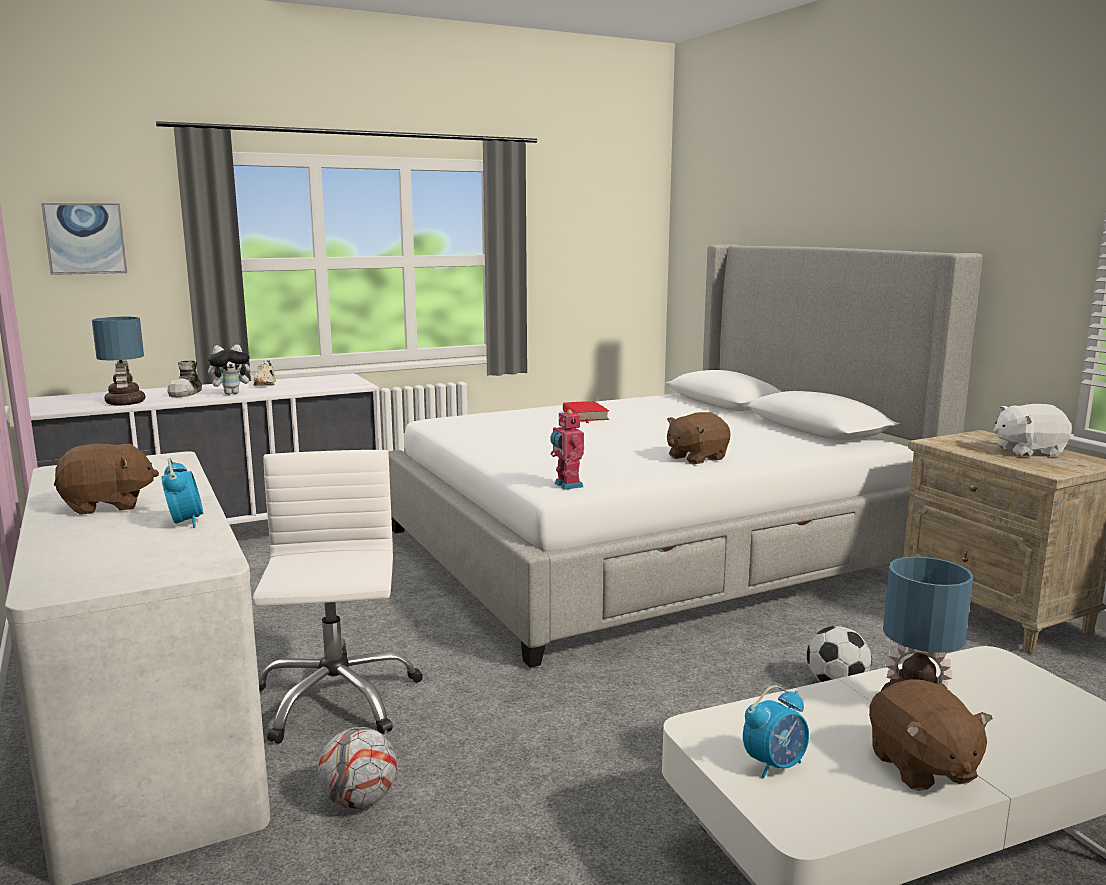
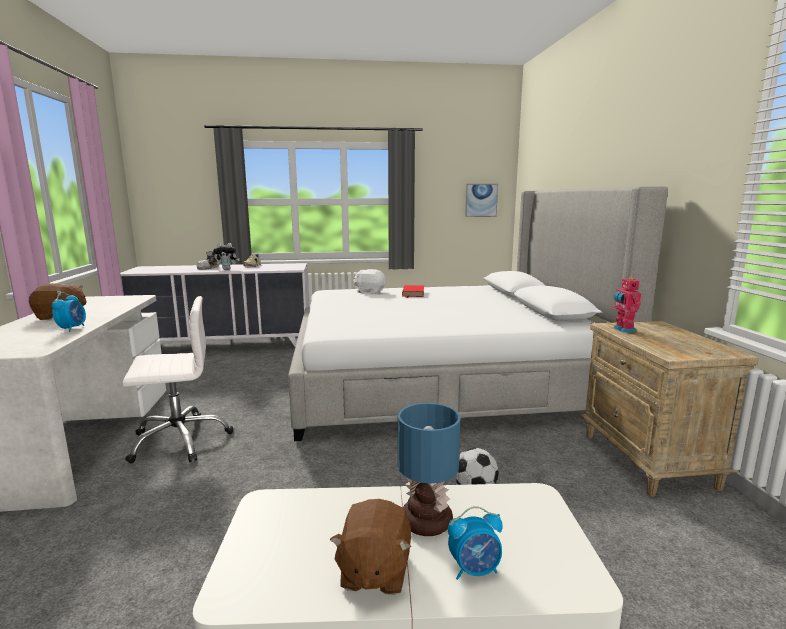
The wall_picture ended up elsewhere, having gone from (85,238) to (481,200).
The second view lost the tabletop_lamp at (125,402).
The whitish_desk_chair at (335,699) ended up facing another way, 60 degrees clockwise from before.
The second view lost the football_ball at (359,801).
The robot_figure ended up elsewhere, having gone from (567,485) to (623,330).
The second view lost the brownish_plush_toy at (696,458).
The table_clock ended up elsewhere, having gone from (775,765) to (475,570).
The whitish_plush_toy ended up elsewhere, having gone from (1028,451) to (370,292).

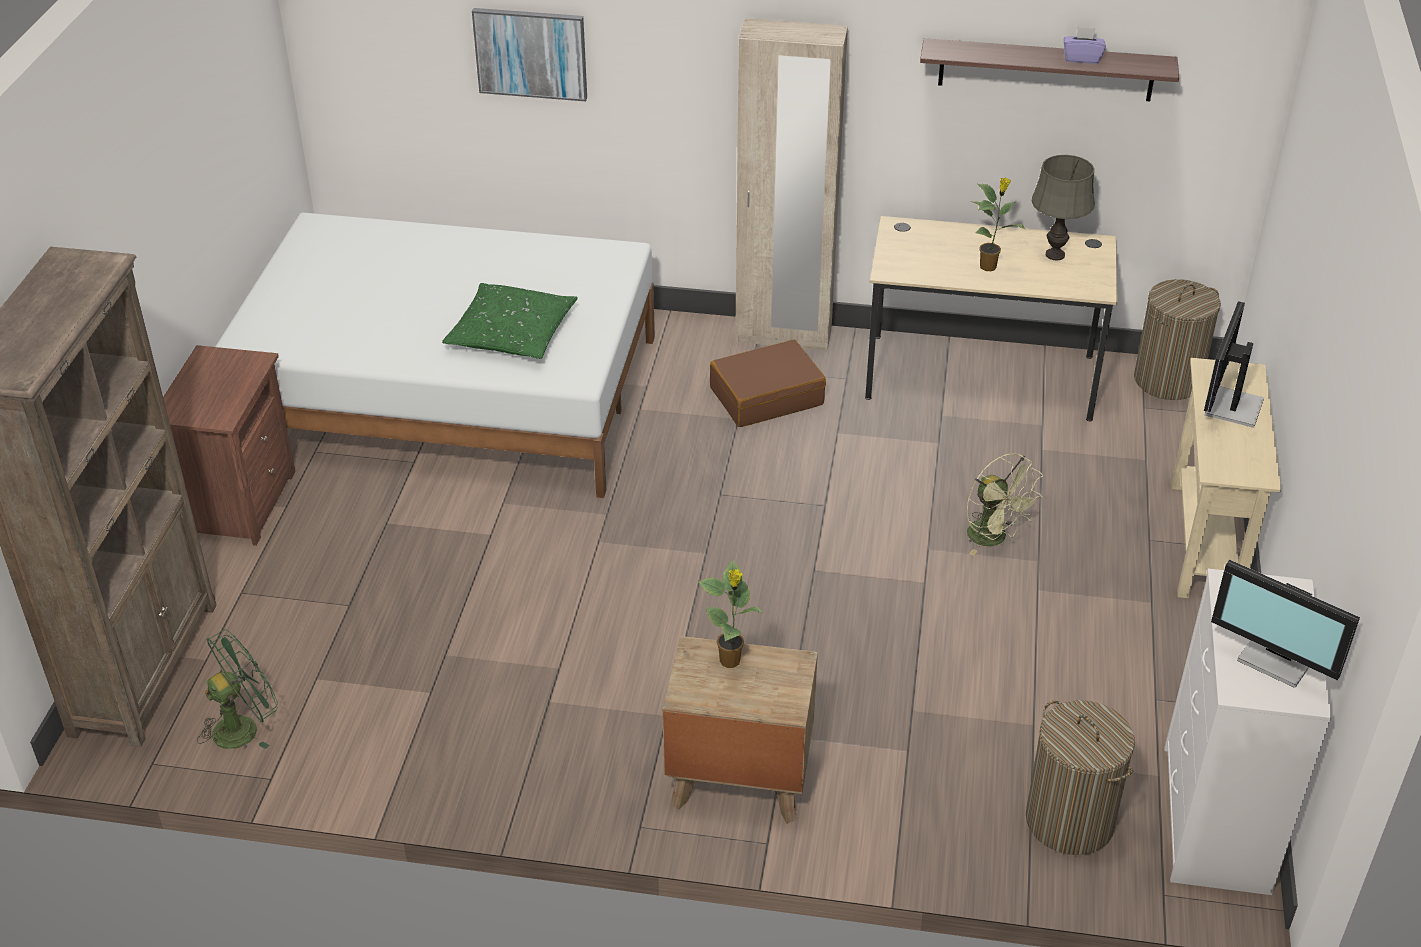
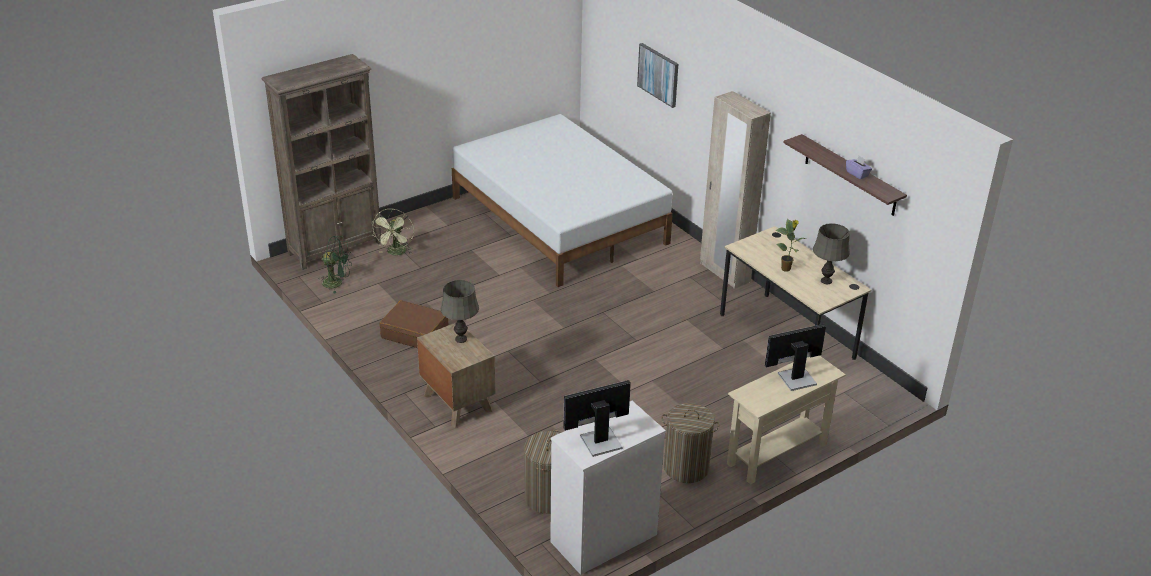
The second view lost the brownish_bedside_table at (240,502).
The second view lost the greenish_throw_pillow at (511,333).
Where the potted_plant stood at (731,661), the gray_tabletop_lamp came to stand at (461,339).
The brownish_suitcase ended up elsewhere, having gone from (766,396) to (415,333).
The greenish_electric_fan ended up elsewhere, having gone from (994,538) to (396,253).
The hamper ended up elsewhere, having gone from (1167,380) to (686,468).
The computer_display at (1278,659) ended up facing another way, 75 degrees clockwise from before.

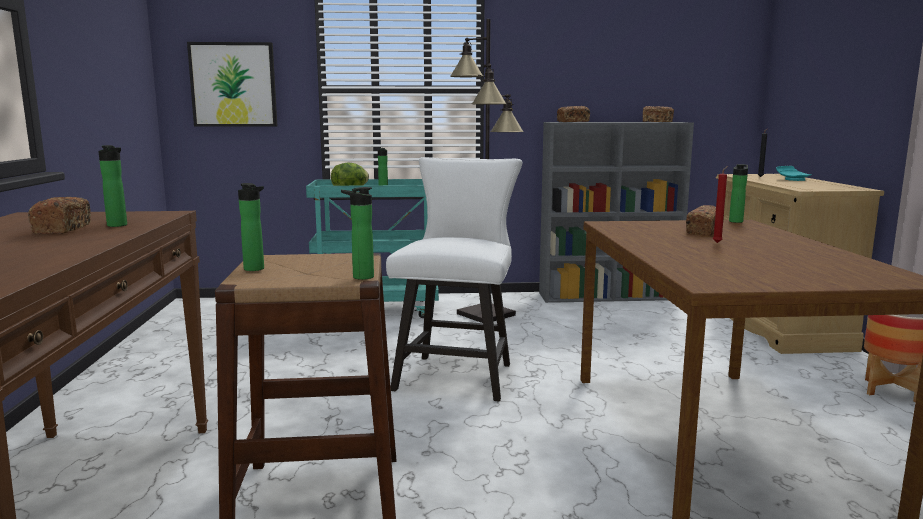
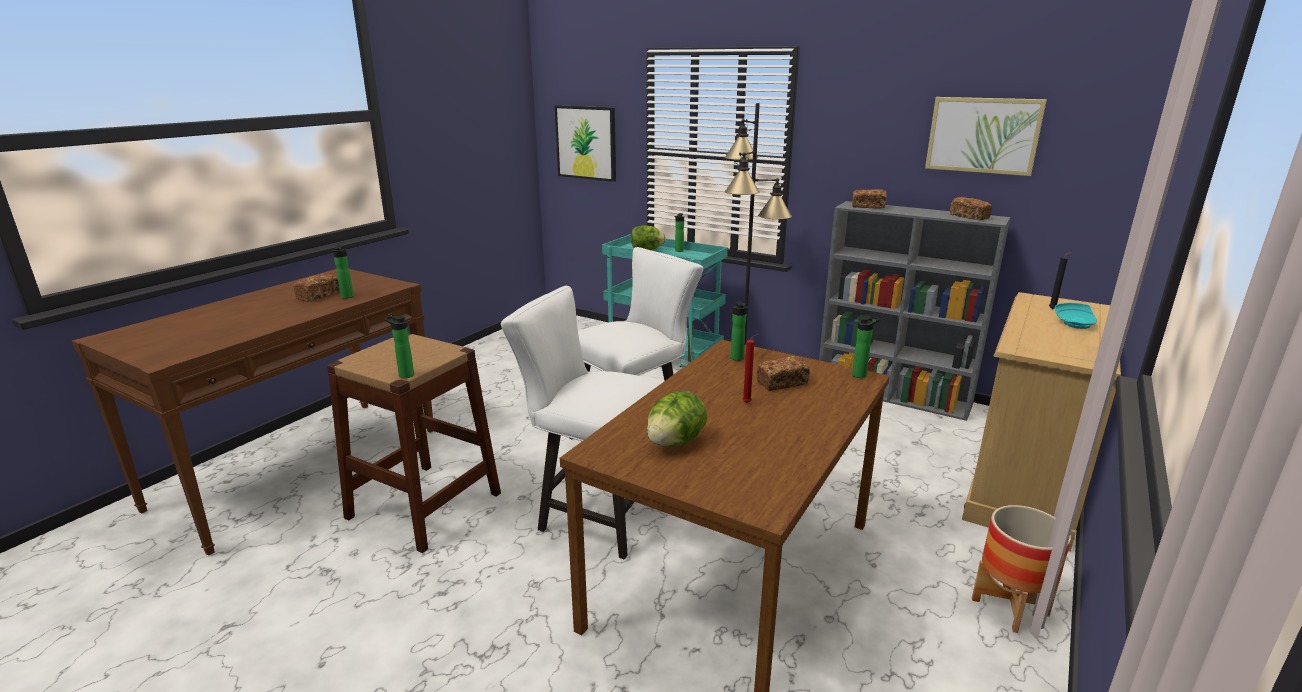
The bottle ended up elsewhere, having gone from (255,269) to (738,359).
The second view gained the whitish_chair at (595,512).
The second view gained the head_of_lettuce at (675,442).
The second view gained the wall_picture at (983,135).

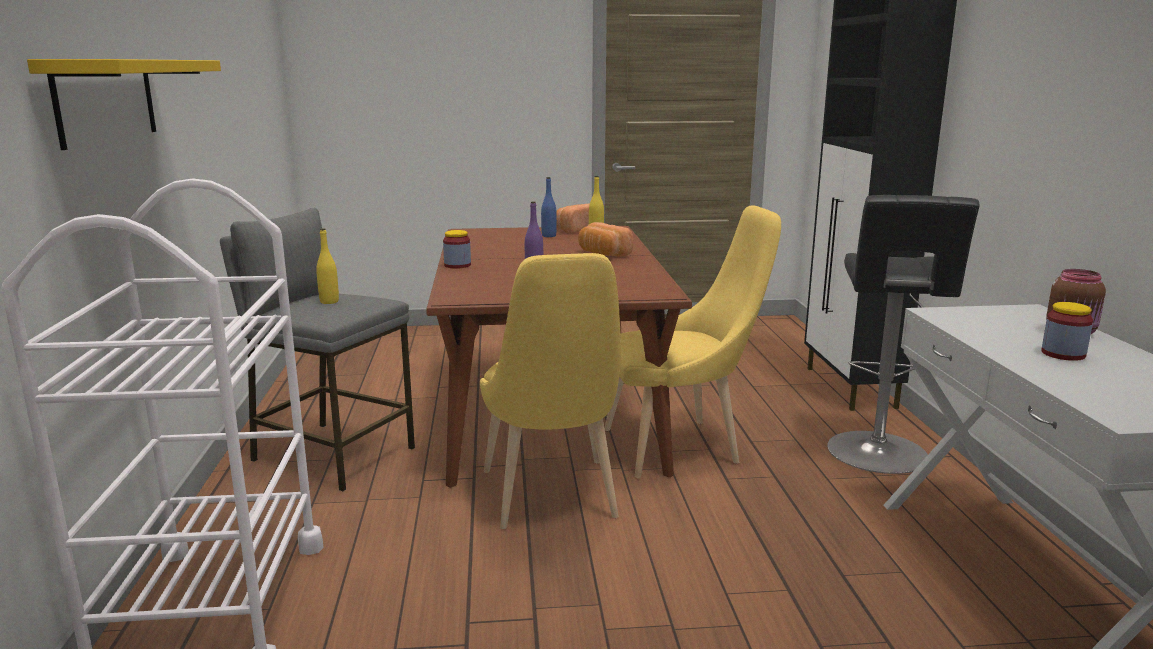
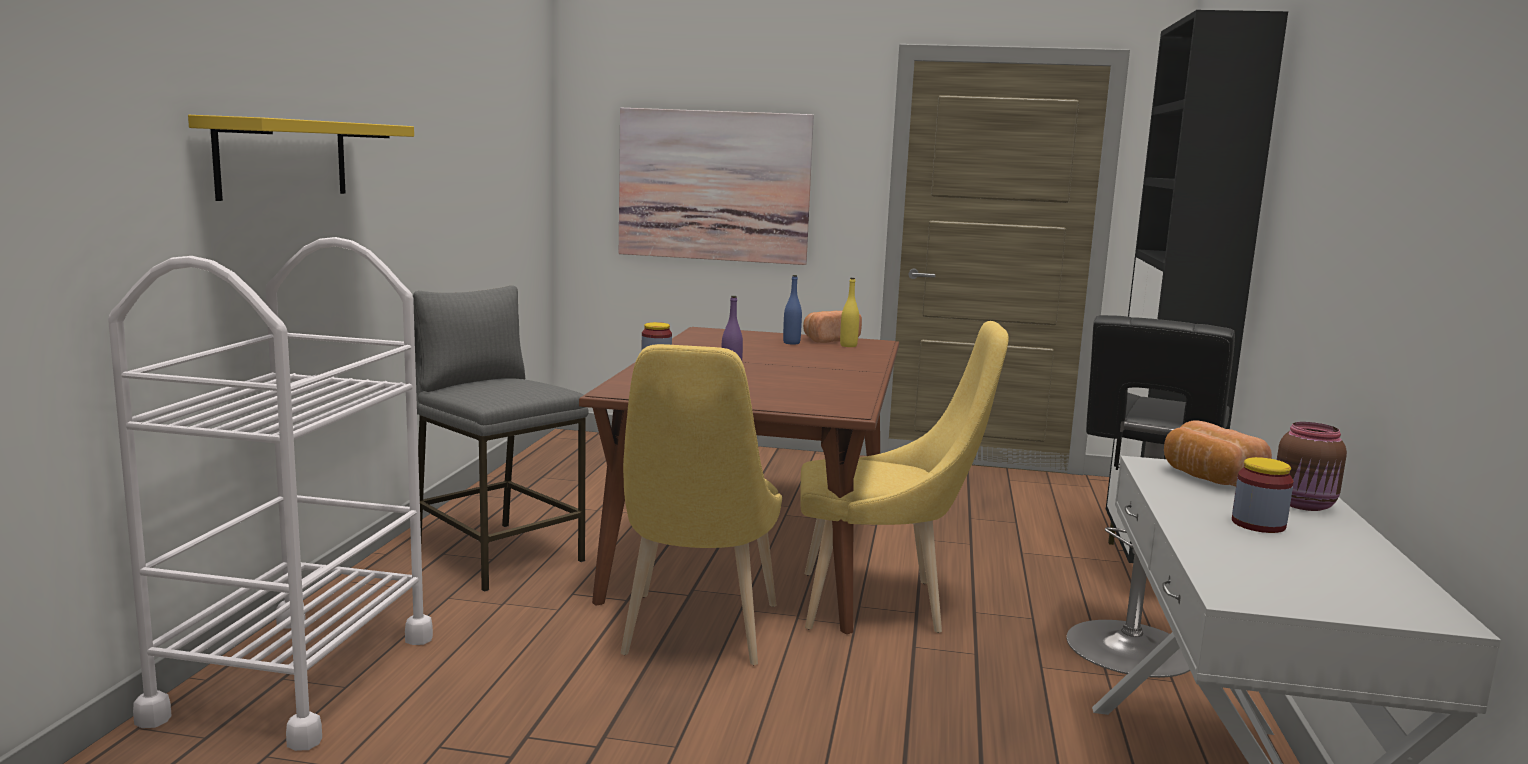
The second view lost the yellow-coloured_bottle at (329,301).
The bakery_bread ended up elsewhere, having gone from (602,254) to (1207,478).
The second view gained the wall_picture at (714,186).

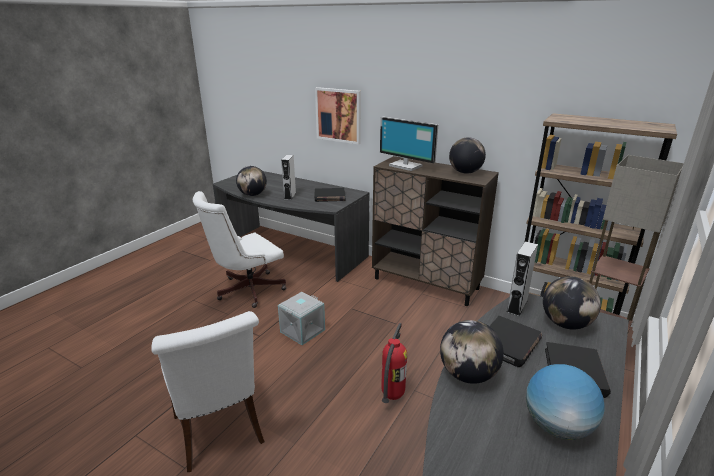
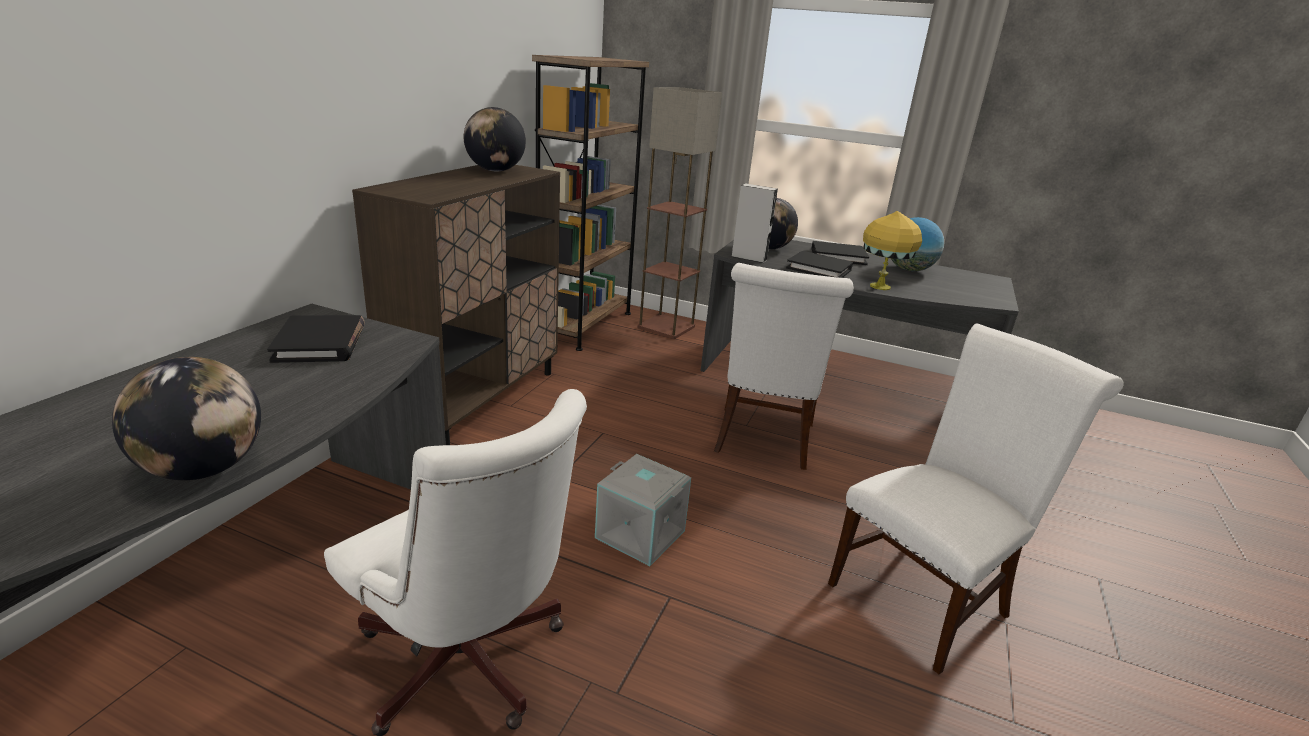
The second view lost the gray_speaker at (290,196).
The second view lost the wall_picture at (338,115).
The second view lost the computer_display at (406,165).
Where the fire_extinguisher stood at (392,395), the whitish_chair came to stand at (763,441).
Where the world_globe stood at (468,375), the yellow-coloured_tabletop_lamp came to stand at (881,286).

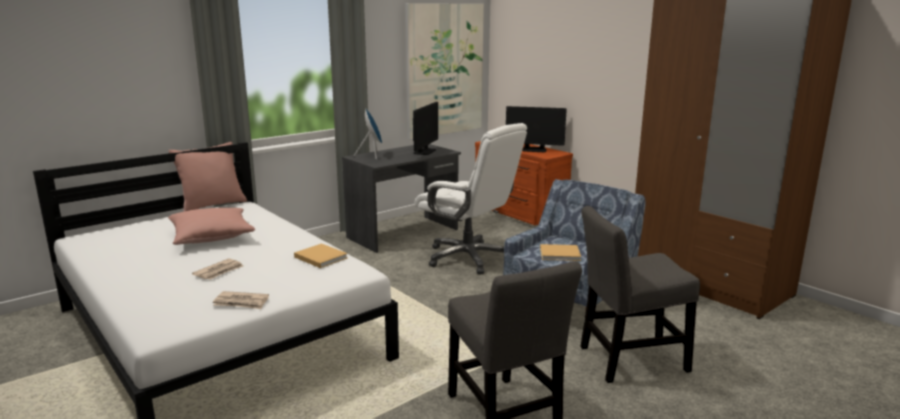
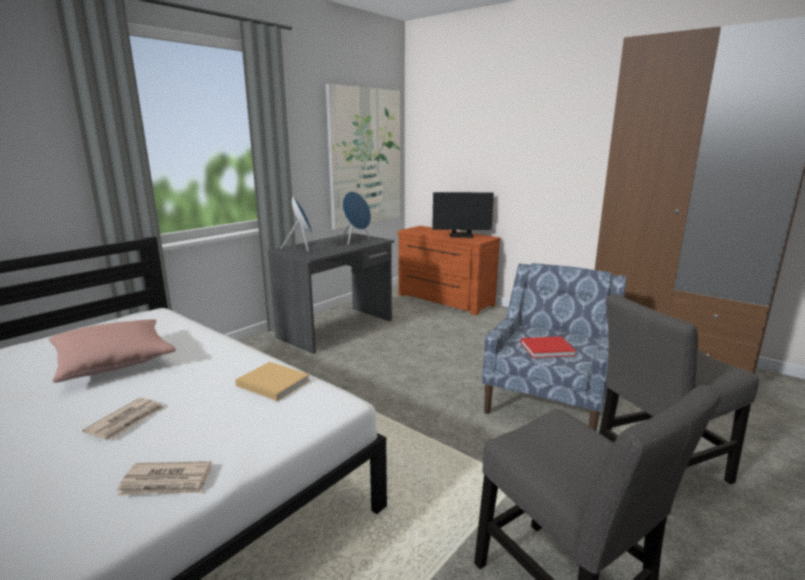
The second view lost the pinkish_throw_pillow at (212,206).
Where the computer_display stood at (424,151), the bluish_speaker came to stand at (356,241).
The second view lost the whitish_desk_chair at (468,258).
What was the sand-coloured_book at (561,254) turned into the red_book at (548,349).

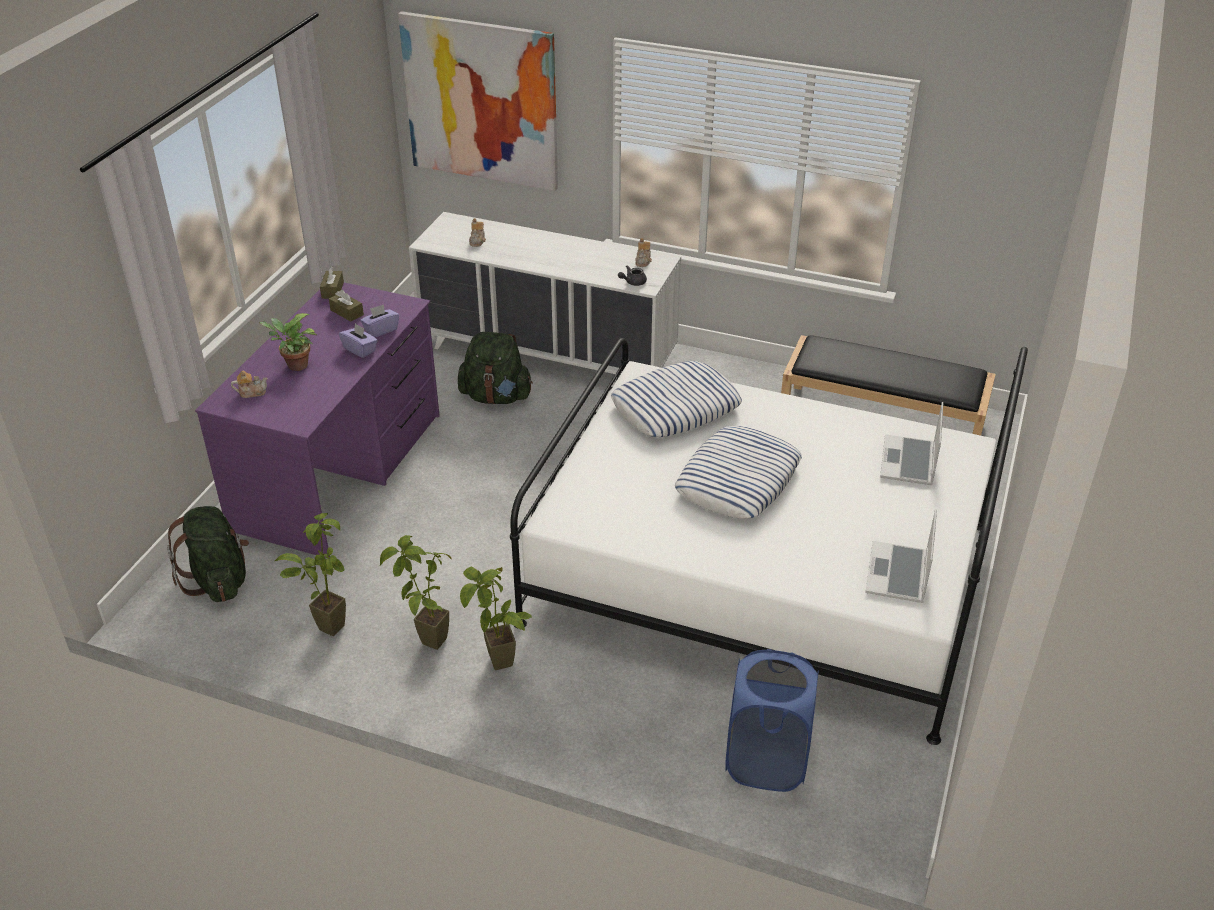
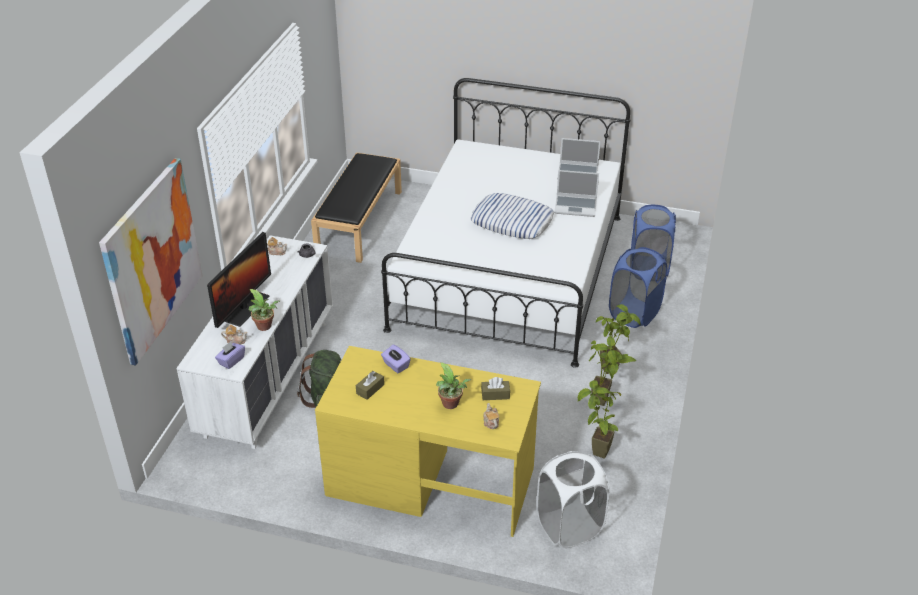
Where the greenish_rucksack stood at (219,580), the whitish_hamper came to stand at (569,527).
What was the purple_desk_table at (340,470) turned into the yellow-coloured_desk_table at (430,481).
The brownish_tissue_box ended up elsewhere, having gone from (332,290) to (495,394).
The purple_tissue_box ended up elsewhere, having gone from (360,349) to (231,361).
The second view lost the throw_pillow at (675,407).
The notebook_computer ended up elsewhere, having gone from (909,462) to (576,206).
The second view gained the computer_display at (245,308).
The second view gained the potted_plant at (265,327).
The second view gained the bluish_hamper at (634,313).

